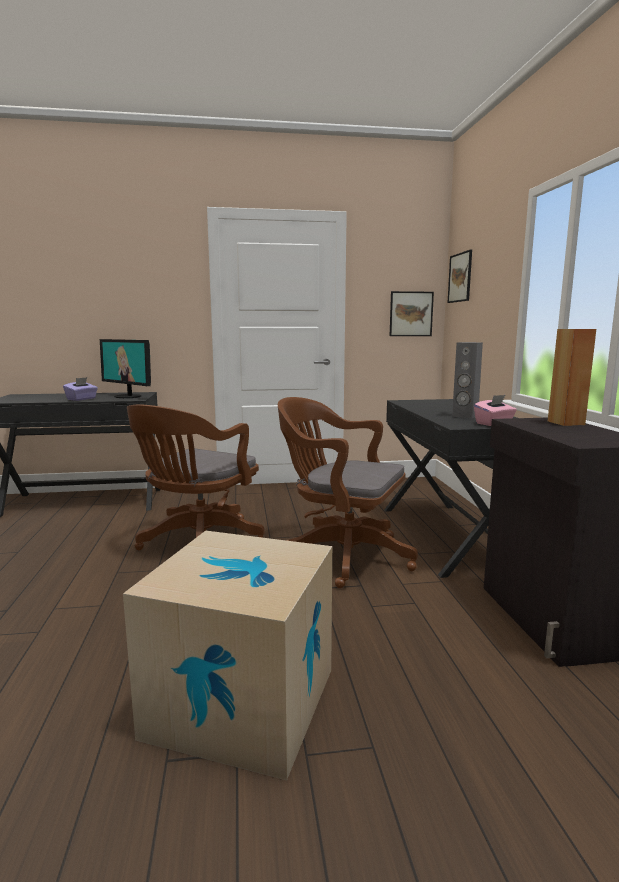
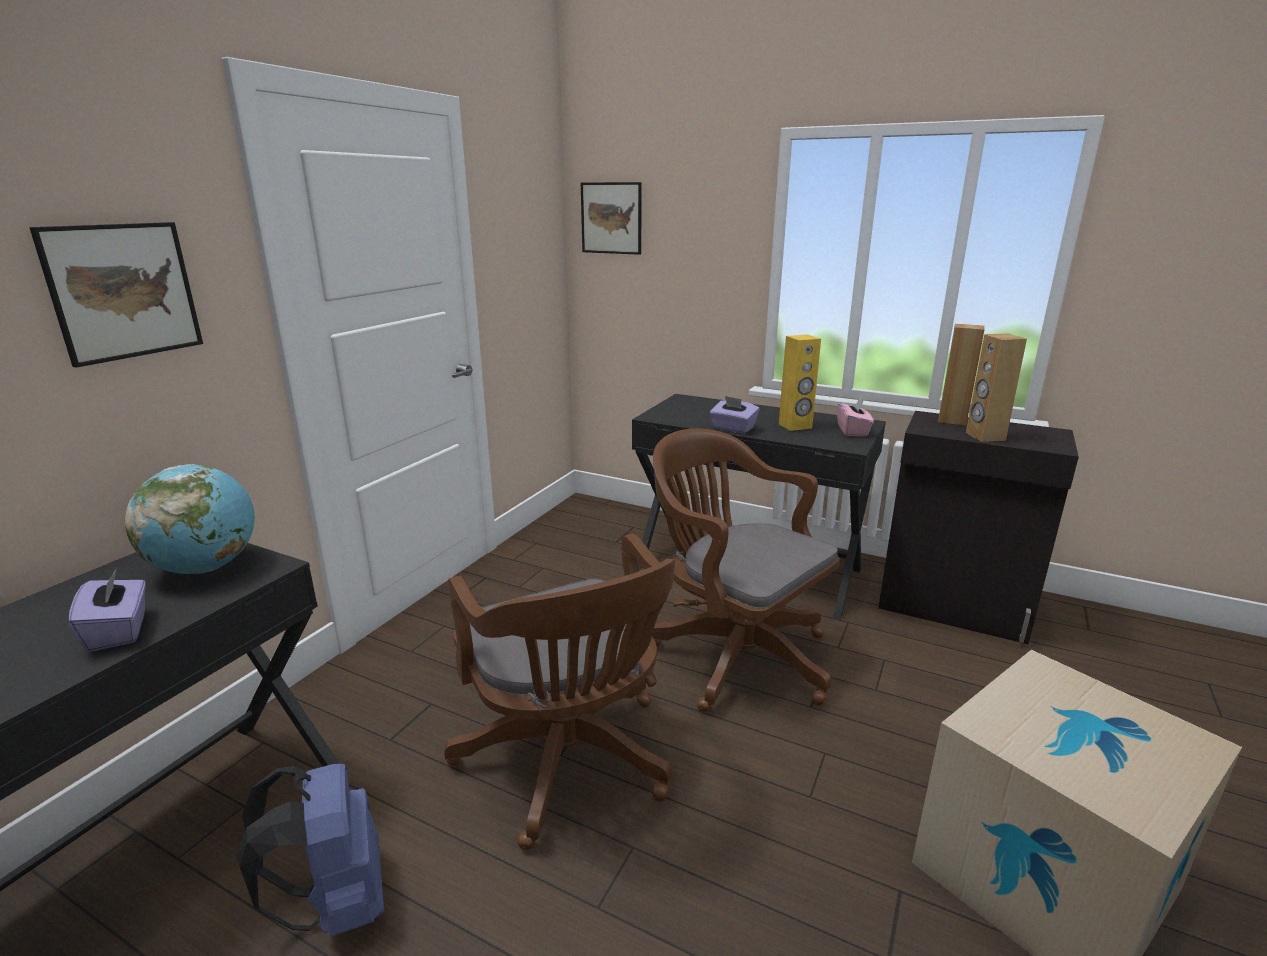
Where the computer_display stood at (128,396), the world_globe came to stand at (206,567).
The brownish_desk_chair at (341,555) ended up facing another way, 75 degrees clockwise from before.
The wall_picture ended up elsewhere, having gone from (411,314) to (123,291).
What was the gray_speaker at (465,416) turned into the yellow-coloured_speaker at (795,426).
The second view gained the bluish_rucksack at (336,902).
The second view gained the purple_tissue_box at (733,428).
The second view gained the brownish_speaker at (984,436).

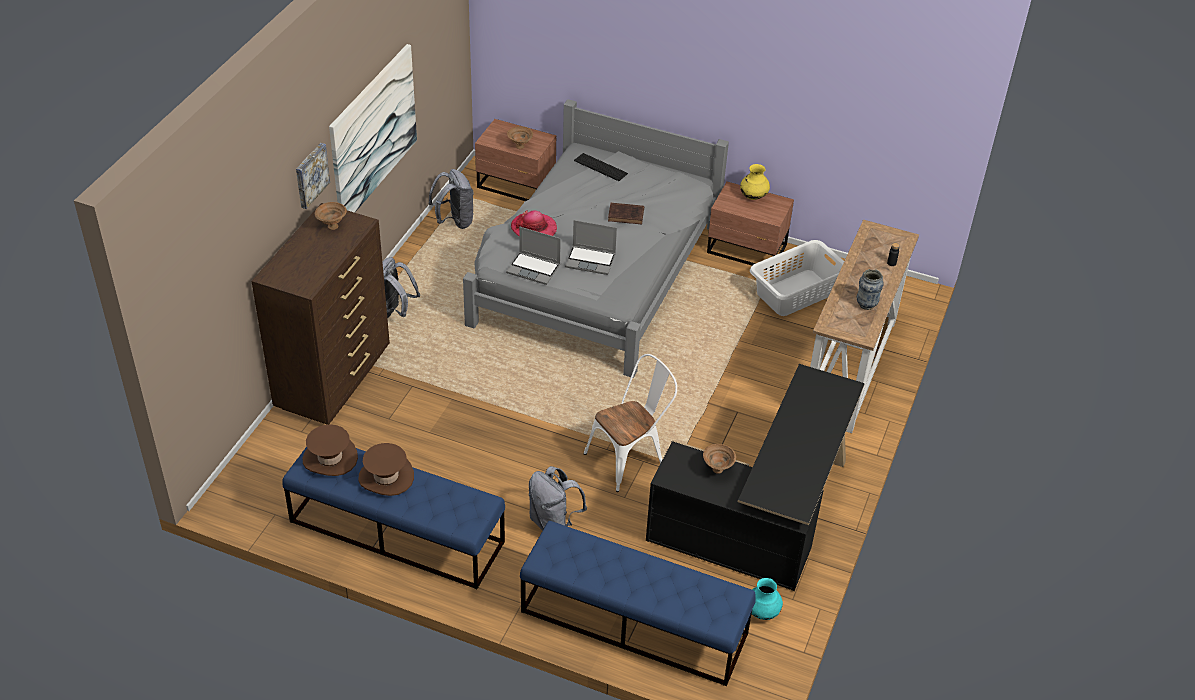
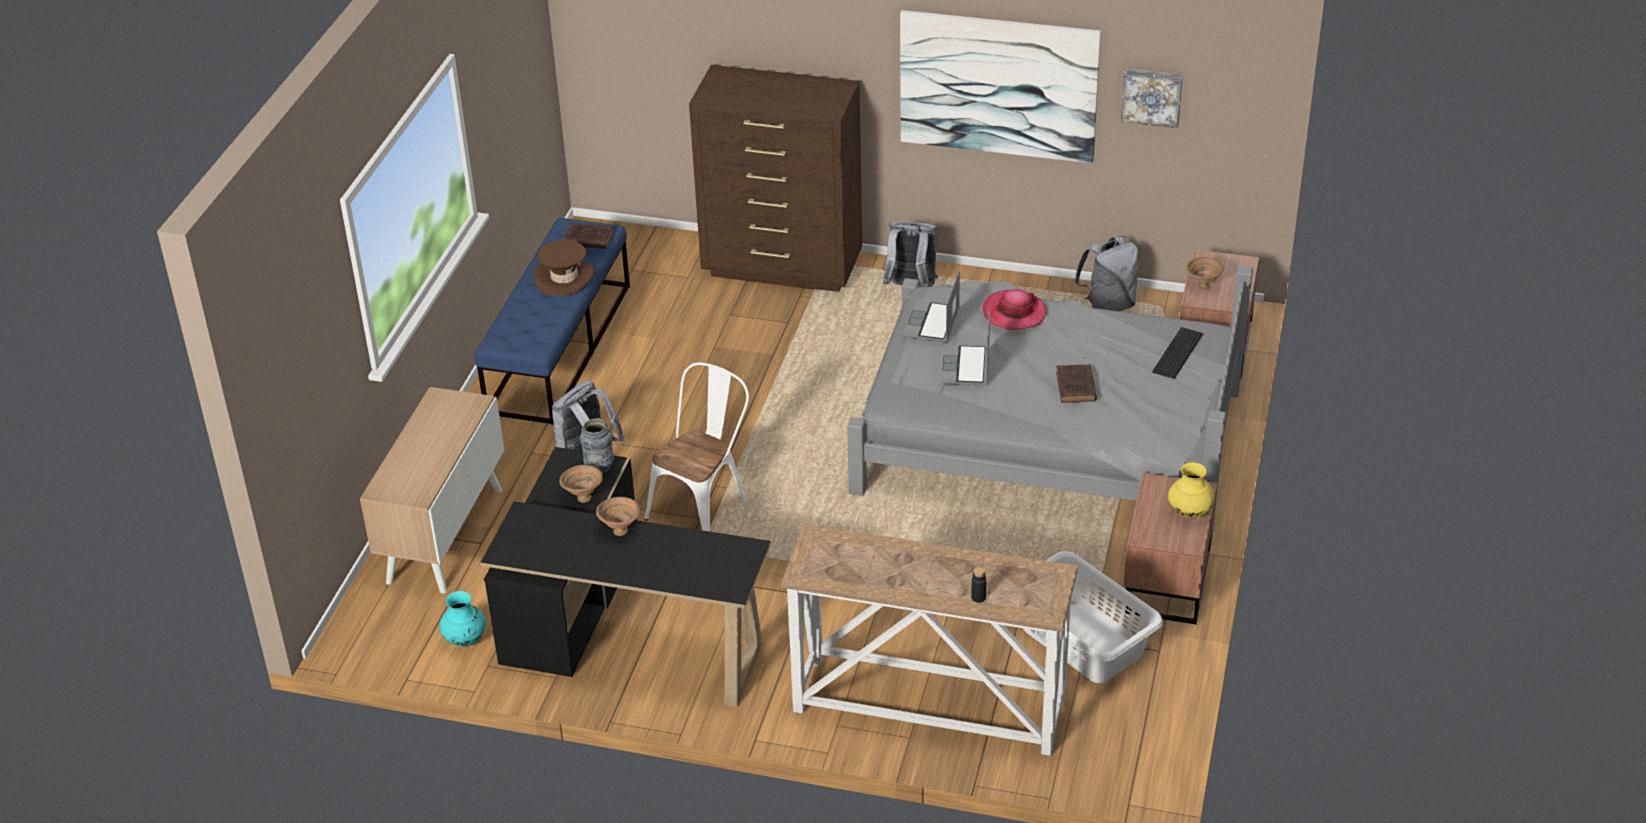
The wall_picture ended up elsewhere, having gone from (310,175) to (1152,96).
Where the brownish_wearable_hat stood at (330,458), the brownish_book came to stand at (586,239).
The brownish_bowl ended up elsewhere, having gone from (332,227) to (619,530).
Where the bluish_bench stood at (633,622), the storage_cabinet came to stand at (444,534).
The whitish_chair at (630,458) ended up facing another way, 105 degrees counterclockwise from before.
The vase ended up elsewhere, having gone from (866,305) to (599,468).

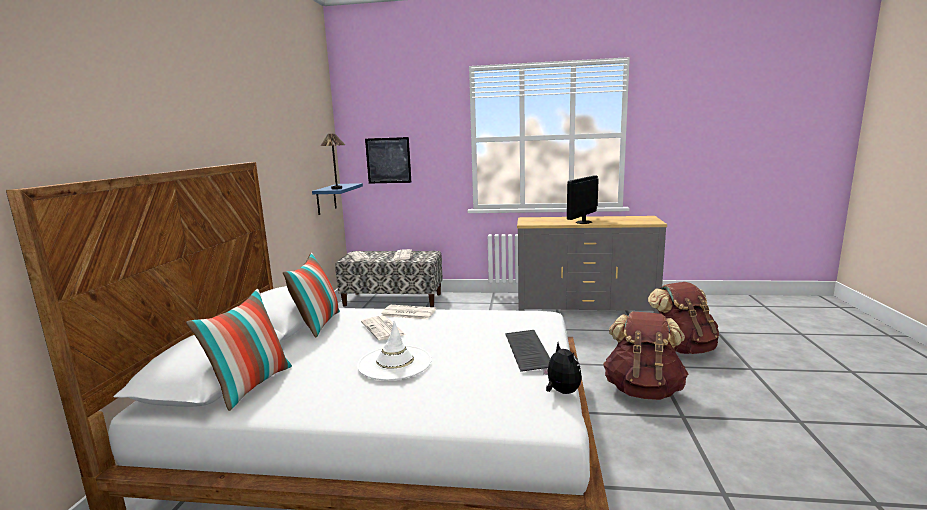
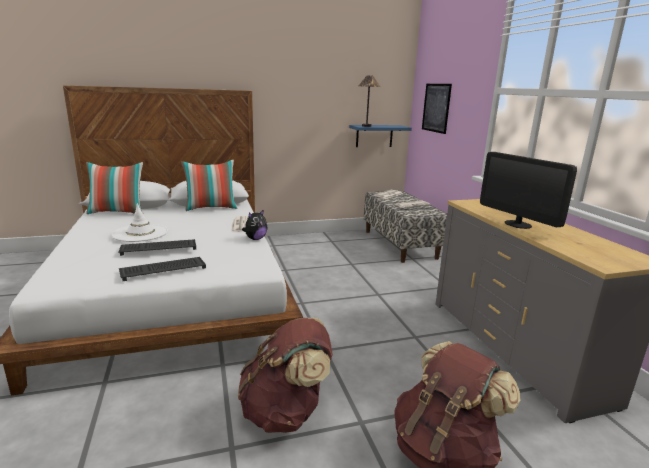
The second view lost the daily_paper at (383,329).
The plush_toy ended up elsewhere, having gone from (561,392) to (255,239).
The computer_display at (583,222) ended up facing another way, 135 degrees counterclockwise from before.
The second view gained the keyboard at (159,248).

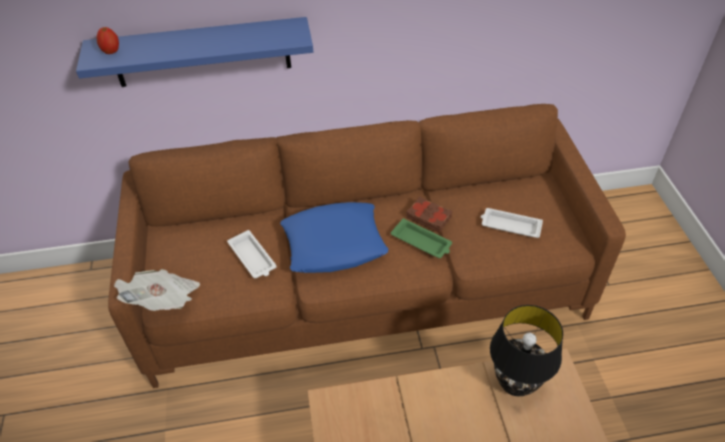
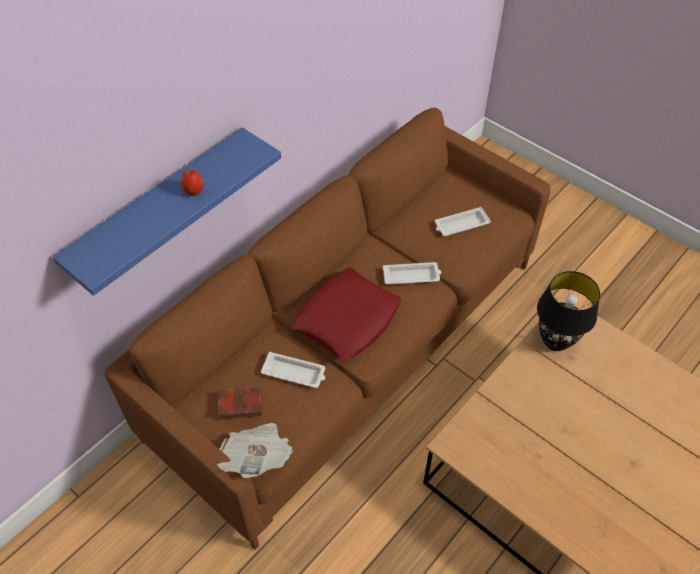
The apple ended up elsewhere, having gone from (111,51) to (194,191).
What was the bluish_throw_pillow at (334,243) turned into the red_throw_pillow at (347,319).
What was the greenish_serving_tray at (422,242) turned into the whitish_serving_tray at (412,276).
The brownish_book ended up elsewhere, having gone from (429,217) to (240,404).

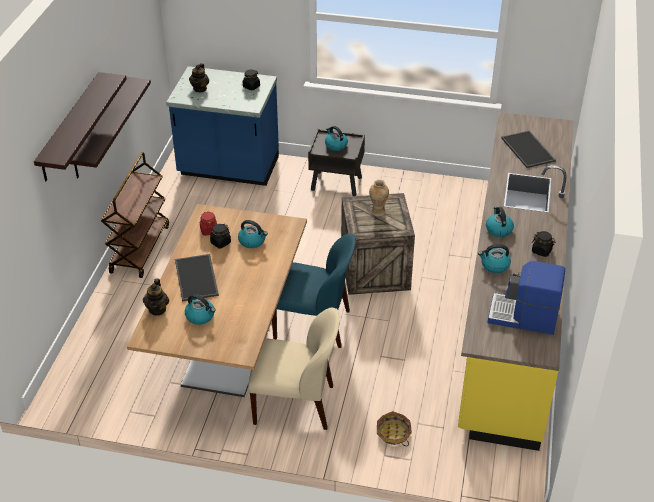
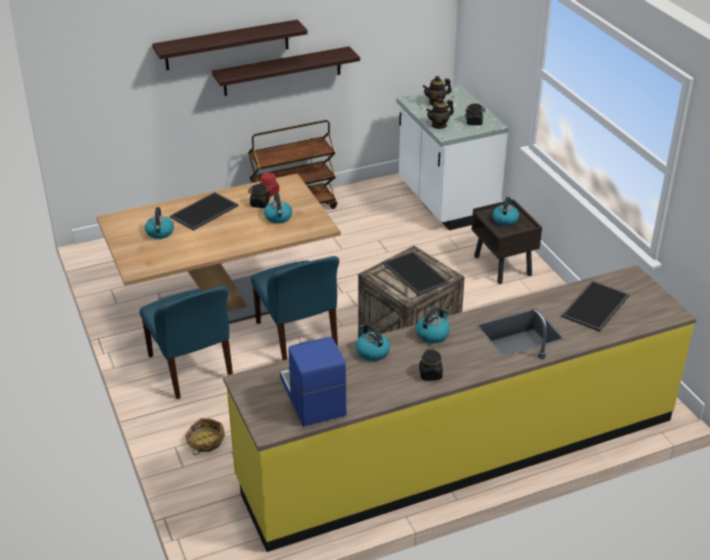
The pot_for_tea ended up elsewhere, having gone from (157,309) to (439,125).
What was the bluish_counter at (228,168) turned into the whitish_counter at (445,202).
What was the sand-coloured_chair at (296,404) turned into the bluish_chair at (191,369).
Where the vase stood at (378,212), the serving_tray came to stand at (416,273).

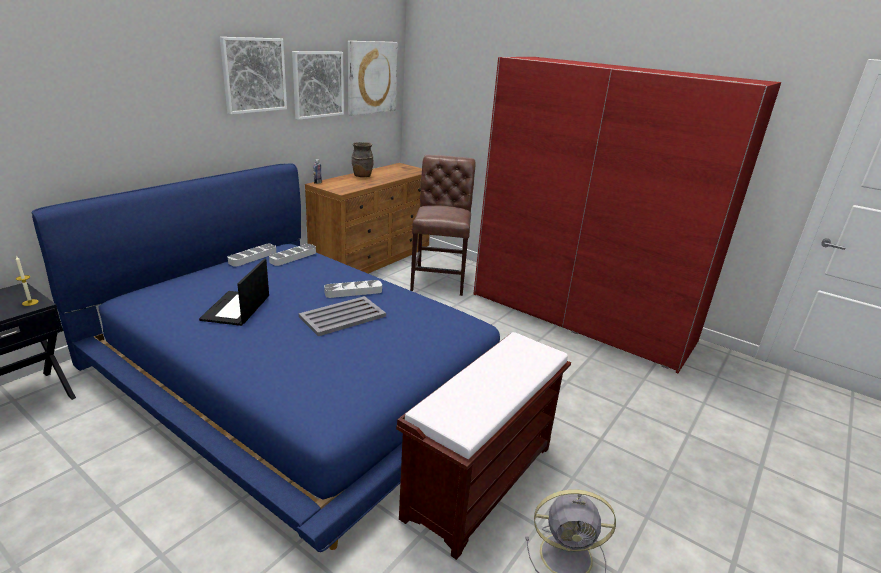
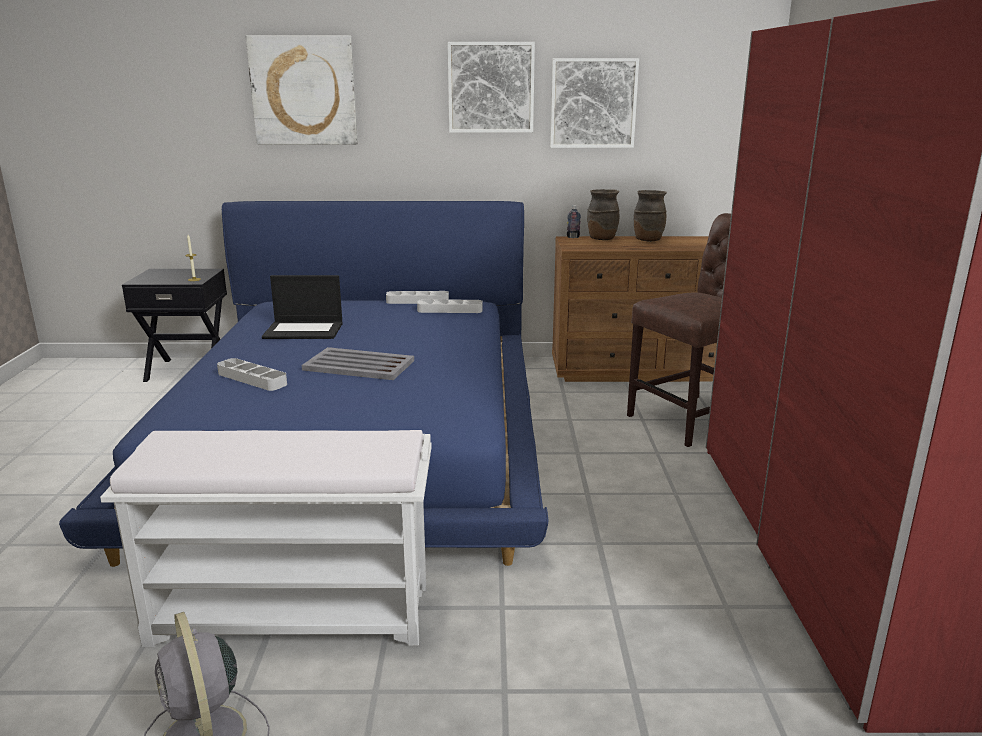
The notebook_computer at (236,309) ended up facing another way, 150 degrees counterclockwise from before.
The gray_serving_tray ended up elsewhere, having gone from (353,292) to (252,379).
The wall_picture ended up elsewhere, having gone from (371,77) to (304,91).
What was the brownish_bench at (480,479) turned into the whitish_bench at (295,612).
The second view gained the brownish_vase at (601,239).

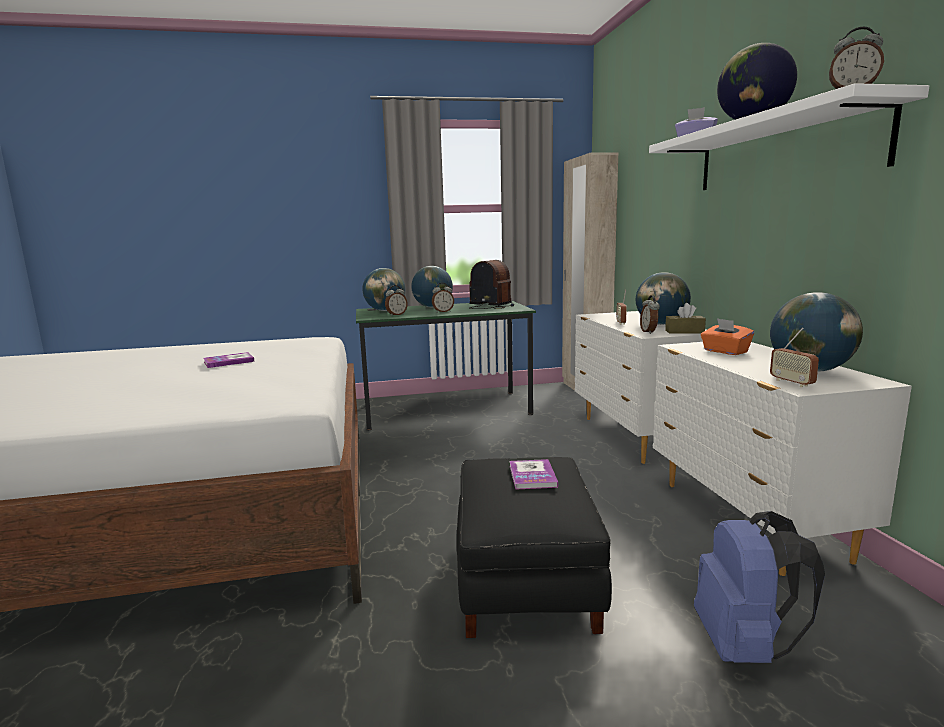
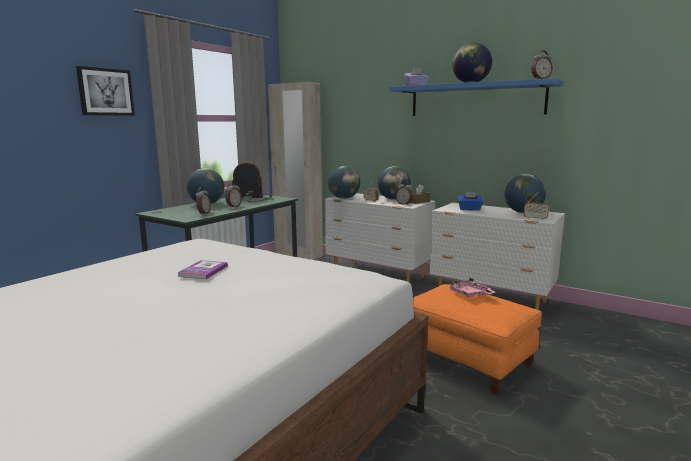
The world_globe ended up elsewhere, having gone from (385,310) to (343,198).
What was the blackish_ottoman at (527,580) turned into the orange-coloured_ottoman at (468,360).
Where the book stood at (532,476), the pinkish_serving_tray came to stand at (470,294).
What was the whitish_wall_shelf at (781,152) turned into the bluish_wall_shelf at (475,100).
The second view lost the bluish_rucksack at (744,646).
What was the orange-coloured_tissue_box at (725,351) turned into the bluish_tissue_box at (469,209).
The second view gained the wall_picture at (105,92).

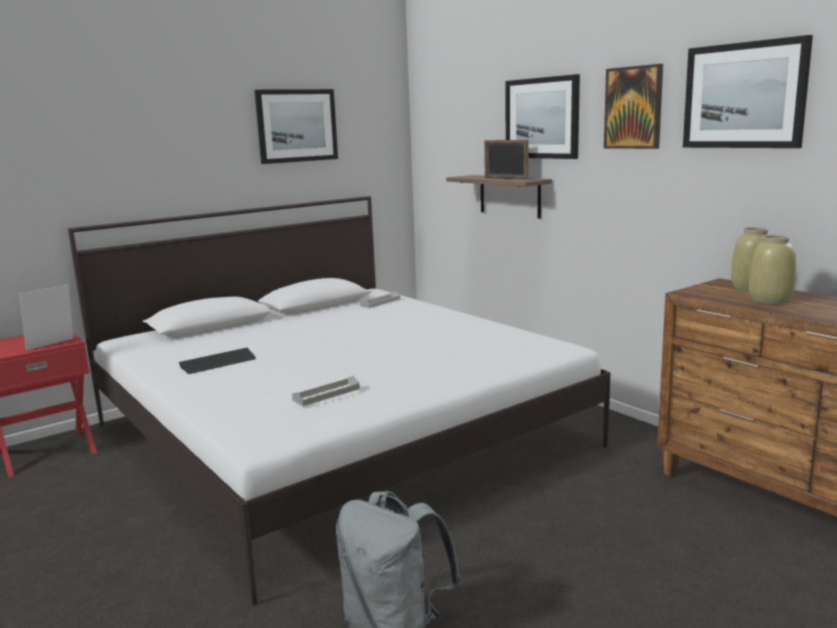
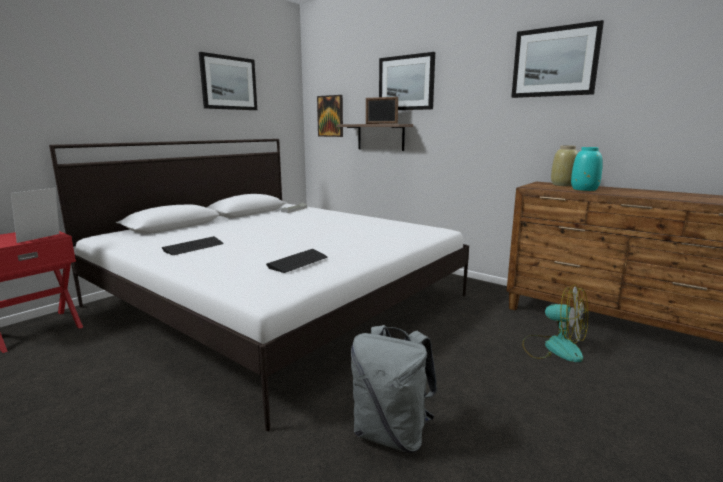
Where the gray_serving_tray stood at (326,394), the keyboard came to stand at (298,262).
The wall_picture ended up elsewhere, having gone from (633,108) to (330,116).
What was the sand-coloured_vase at (770,300) turned into the blue-green_vase at (584,189).
The second view gained the electric_fan at (553,347).

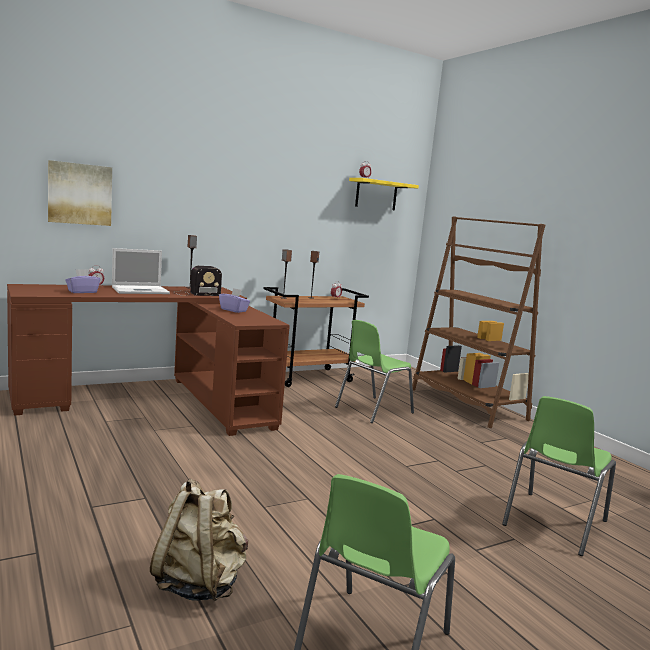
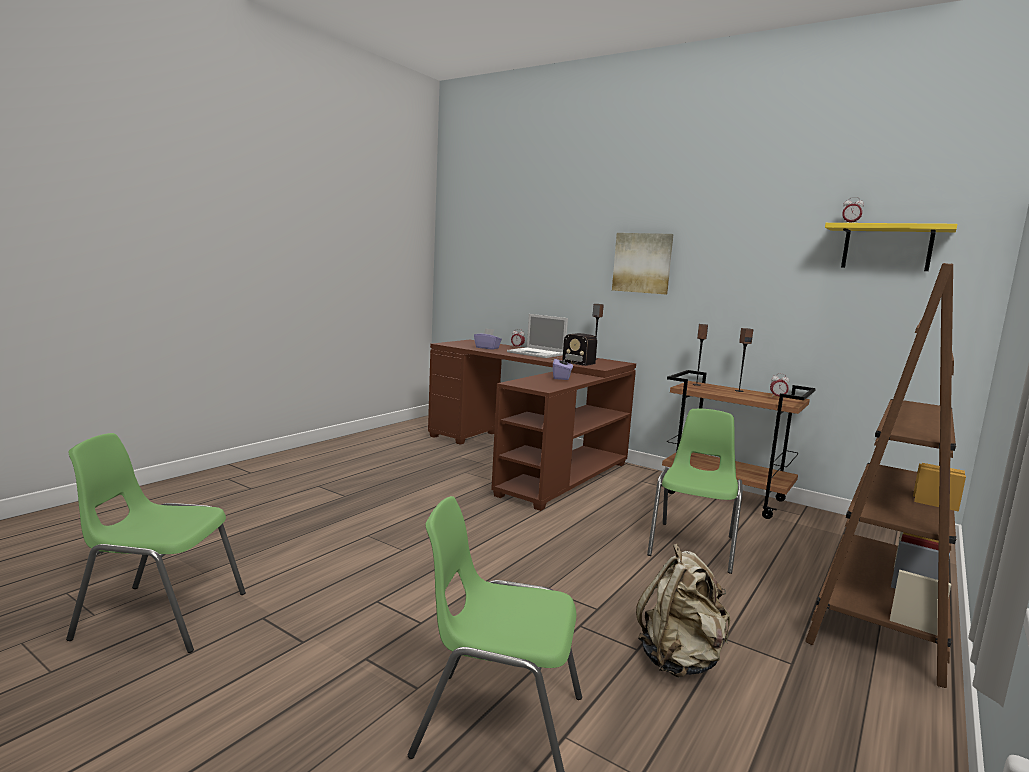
The wall_picture ended up elsewhere, having gone from (80,194) to (642,263).
The sand-coloured_rucksack ended up elsewhere, having gone from (199,583) to (680,659).
The greenish_chair at (372,410) ended up facing another way, 90 degrees clockwise from before.

